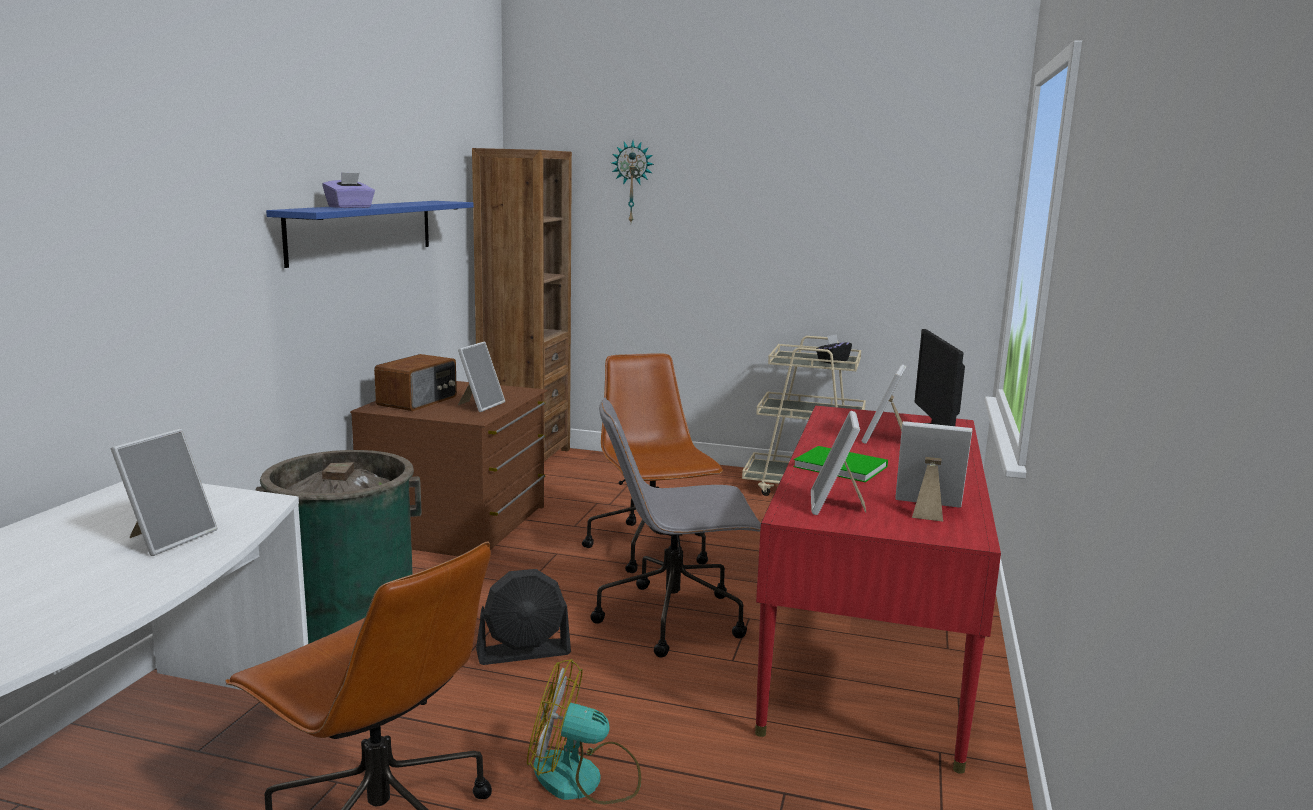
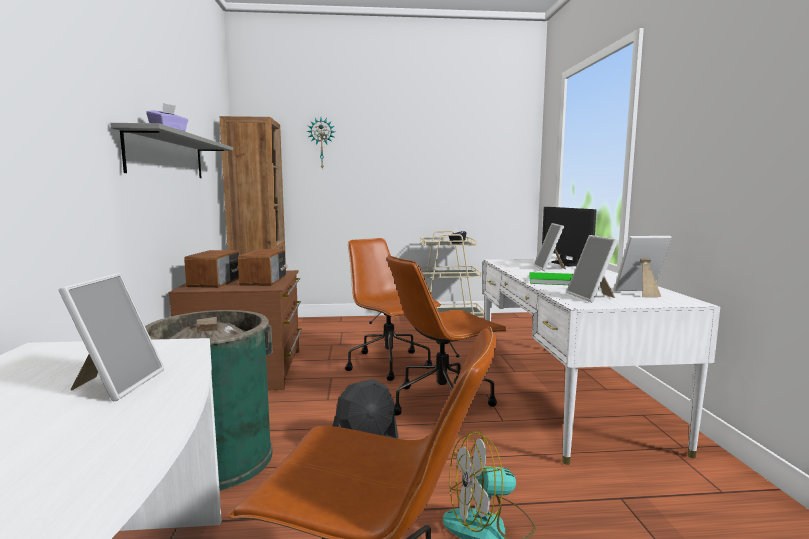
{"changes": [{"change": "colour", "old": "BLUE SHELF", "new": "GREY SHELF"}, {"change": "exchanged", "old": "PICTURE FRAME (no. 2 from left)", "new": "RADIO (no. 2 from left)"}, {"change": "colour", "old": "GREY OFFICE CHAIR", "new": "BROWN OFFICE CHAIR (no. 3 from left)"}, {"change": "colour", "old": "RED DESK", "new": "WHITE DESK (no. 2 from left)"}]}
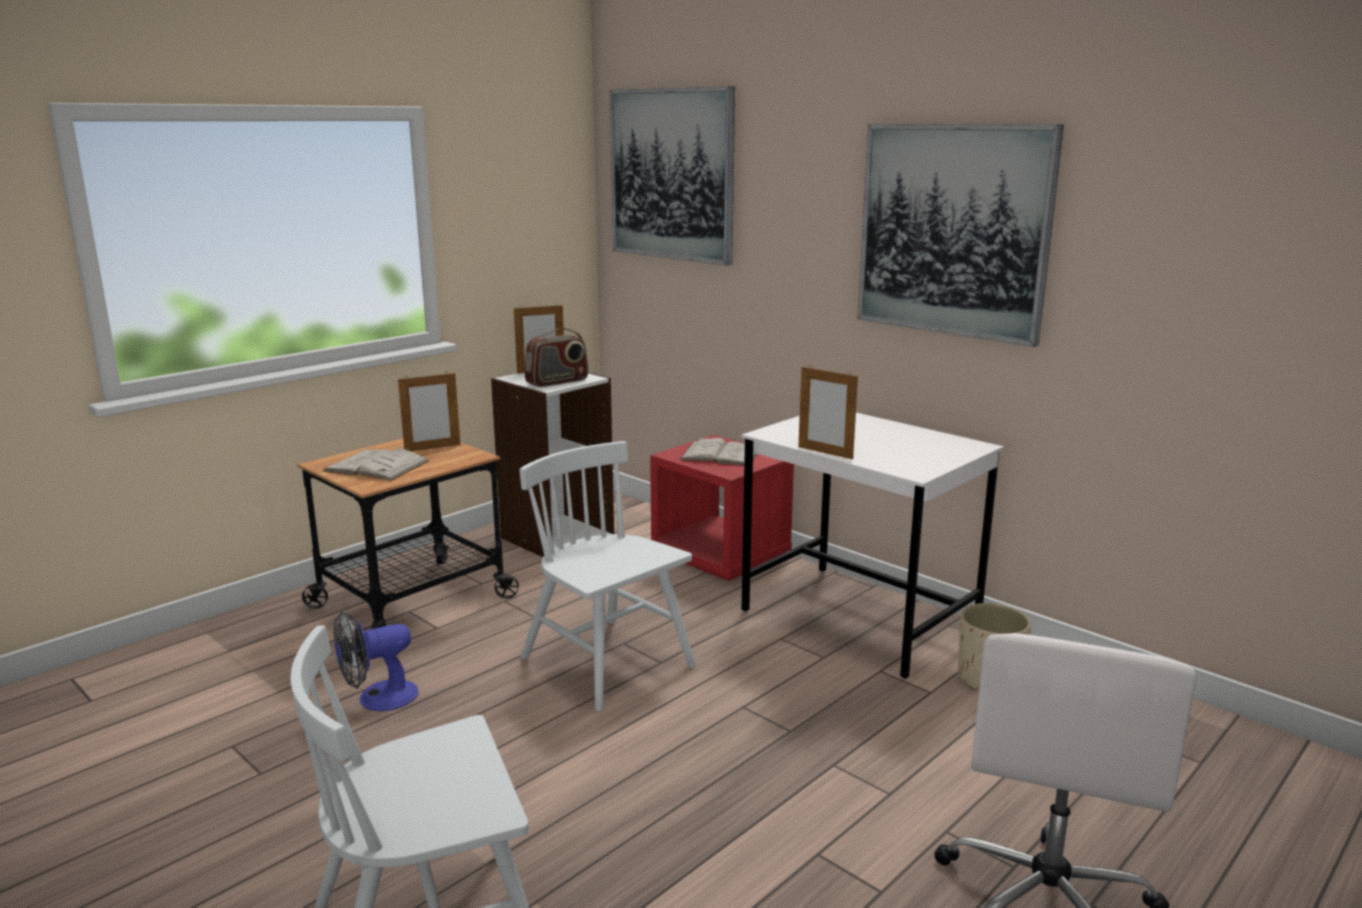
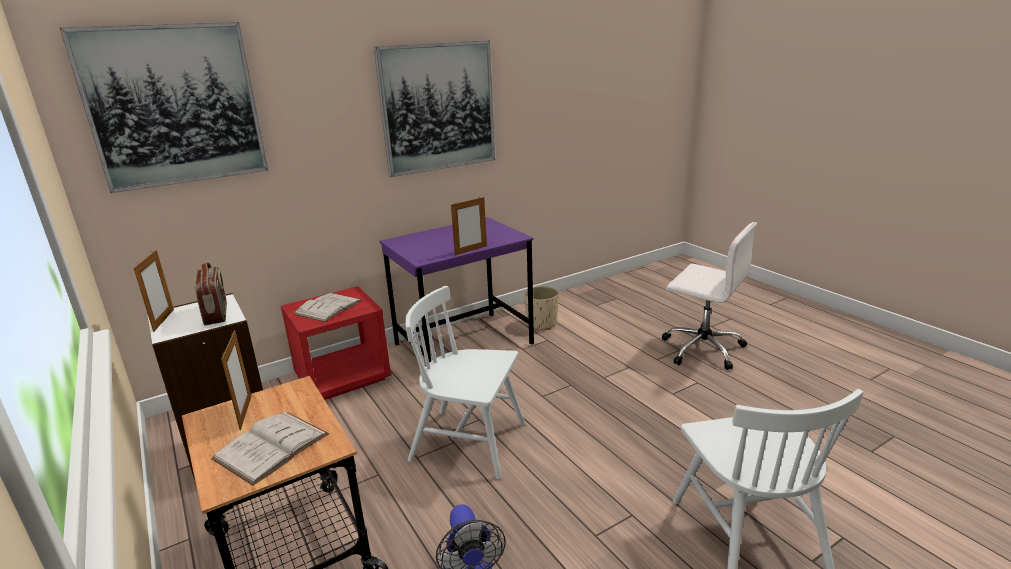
{"changes": [{"change": "spun", "old": "WHITE CHAIR (no. 2 from left in the first image)", "degrees": 45}, {"change": "colour", "old": "WHITE DESK", "new": "PURPLE DESK"}]}
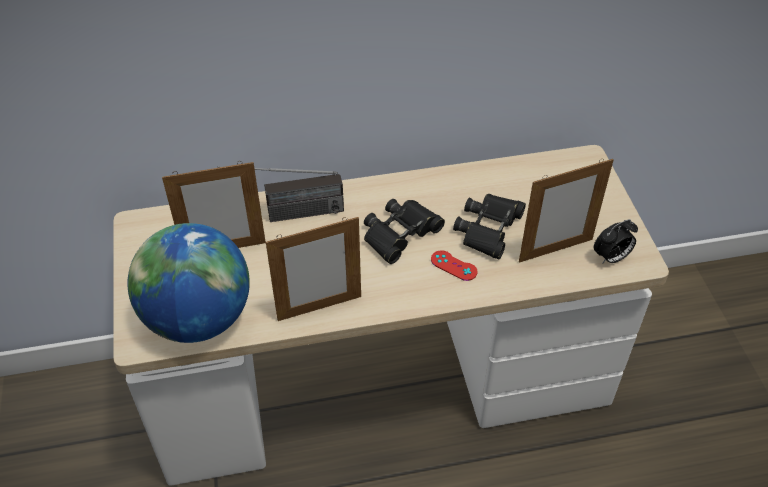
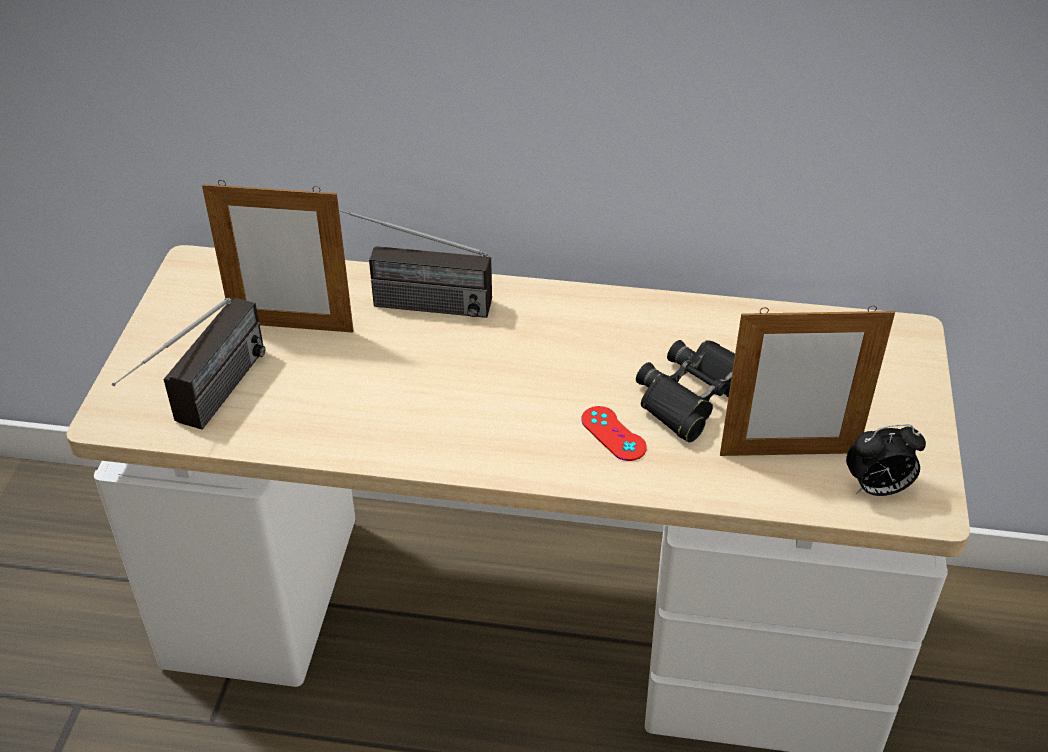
{"changes": [{"change": "exchanged", "old": "GLOBE", "new": "RADIO (no. 1 from left)"}, {"change": "missing", "old": "PICTURE FRAME (no. 2 from left)"}, {"change": "missing", "old": "BLACK BINOCULARS (no. 1 from left)"}]}
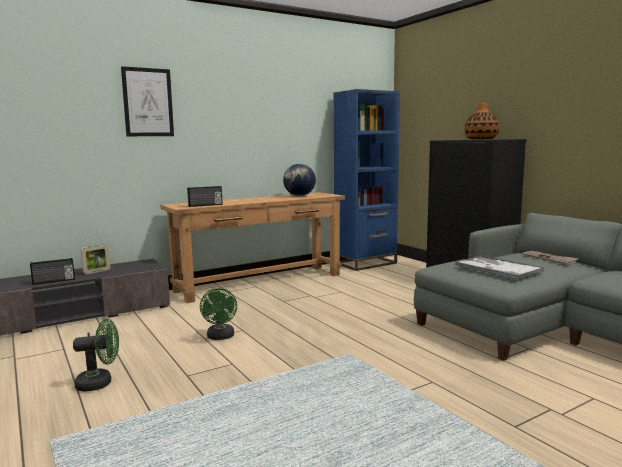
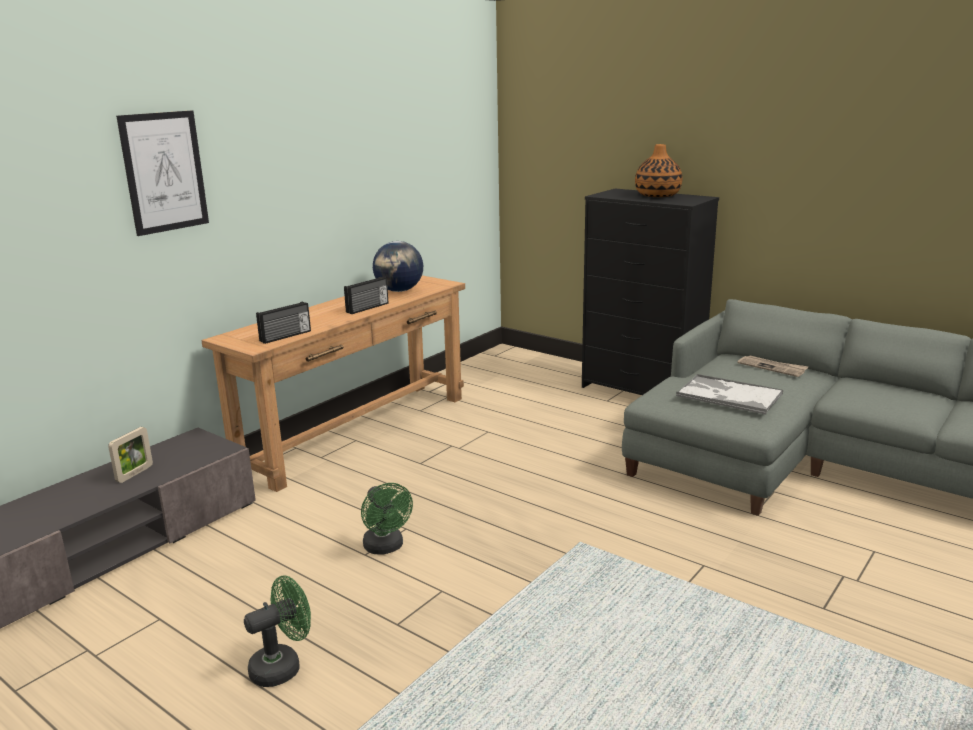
{"changes": [{"change": "relocated", "old": "RADIO (no. 1 from left in the first image)", "new": "RADIO (no. 2 from left)"}, {"change": "missing", "old": "BLUE BOOKCASE"}]}
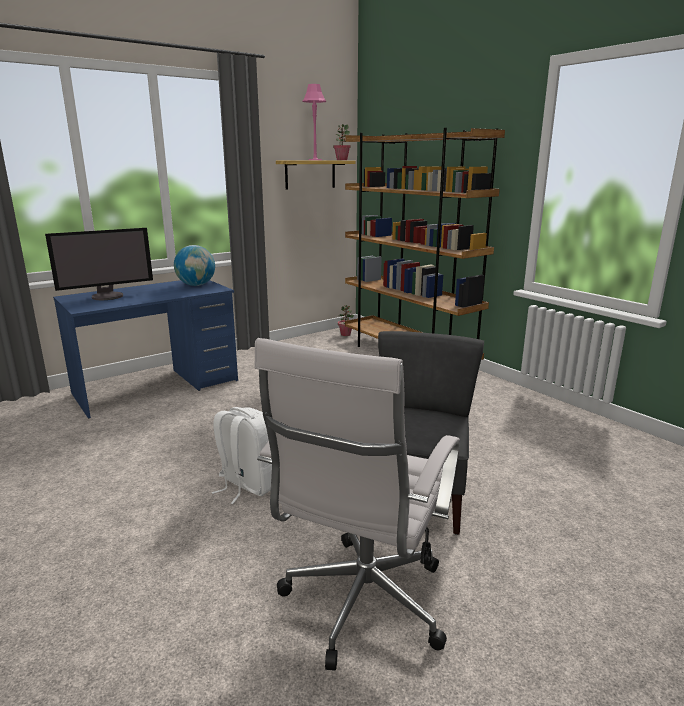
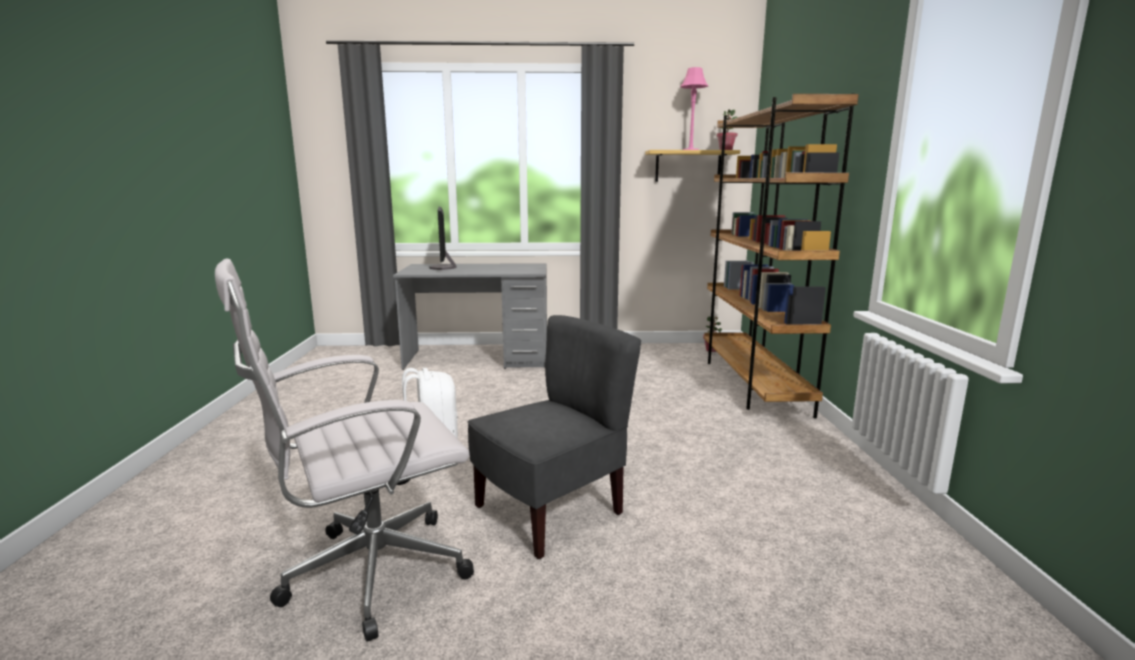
{"changes": [{"change": "spun", "old": "MONITOR", "degrees": 75}, {"change": "colour", "old": "BLUE DESK", "new": "GREY DESK"}, {"change": "missing", "old": "GLOBE"}]}
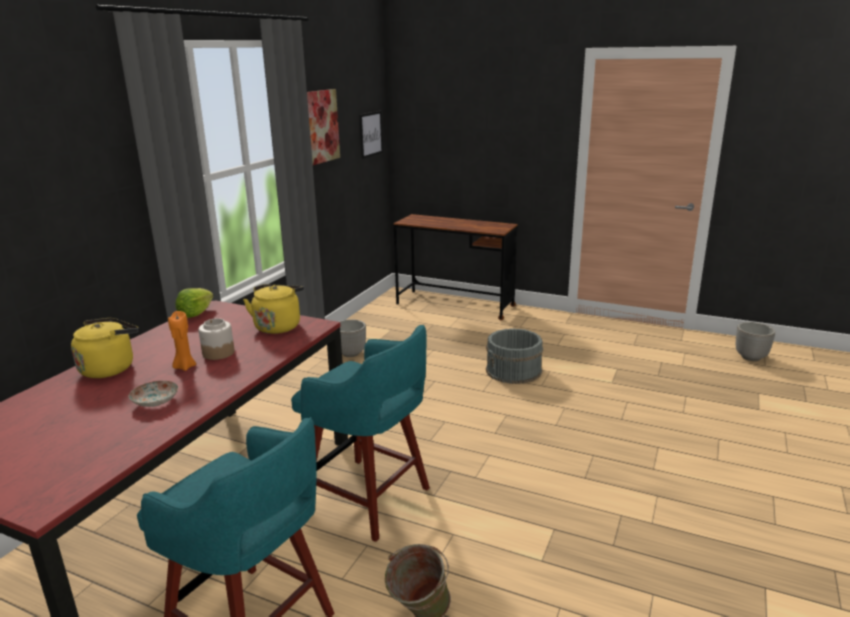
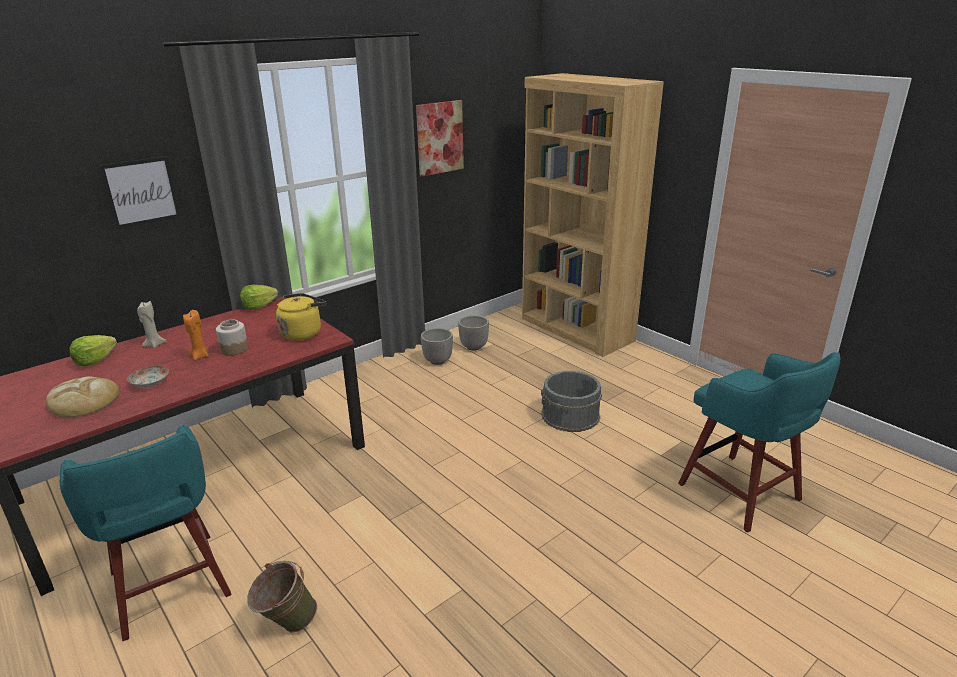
{"changes": [{"change": "exchanged", "old": "YELLOW KETTLE (no. 1 from left)", "new": "BEIGE CANDLE"}, {"change": "relocated", "old": "TURQUOISE STOOL (no. 2 from left)"}, {"change": "relocated", "old": "PICTURE (no. 2 from left in the first image)", "new": "PICTURE (no. 1 from left)"}, {"change": "exchanged", "old": "BROWN DESK", "new": "BROWN BOOKCASE"}, {"change": "relocated", "old": "PLANTER (no. 2 from left)"}, {"change": "appeared", "new": "BREAD"}, {"change": "appeared", "new": "LETTUCE (no. 1 from left)"}]}
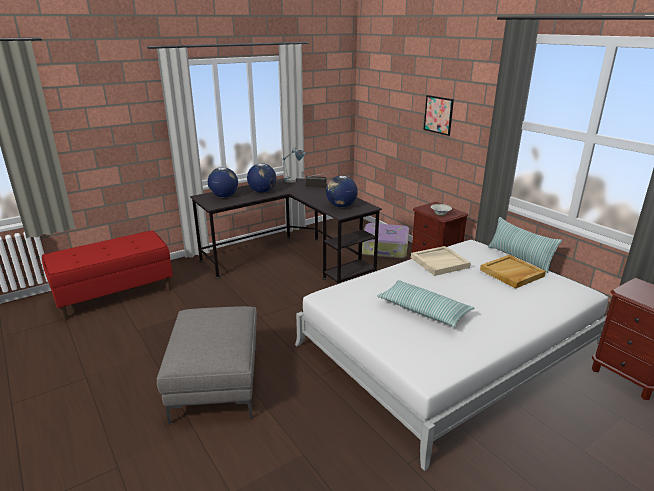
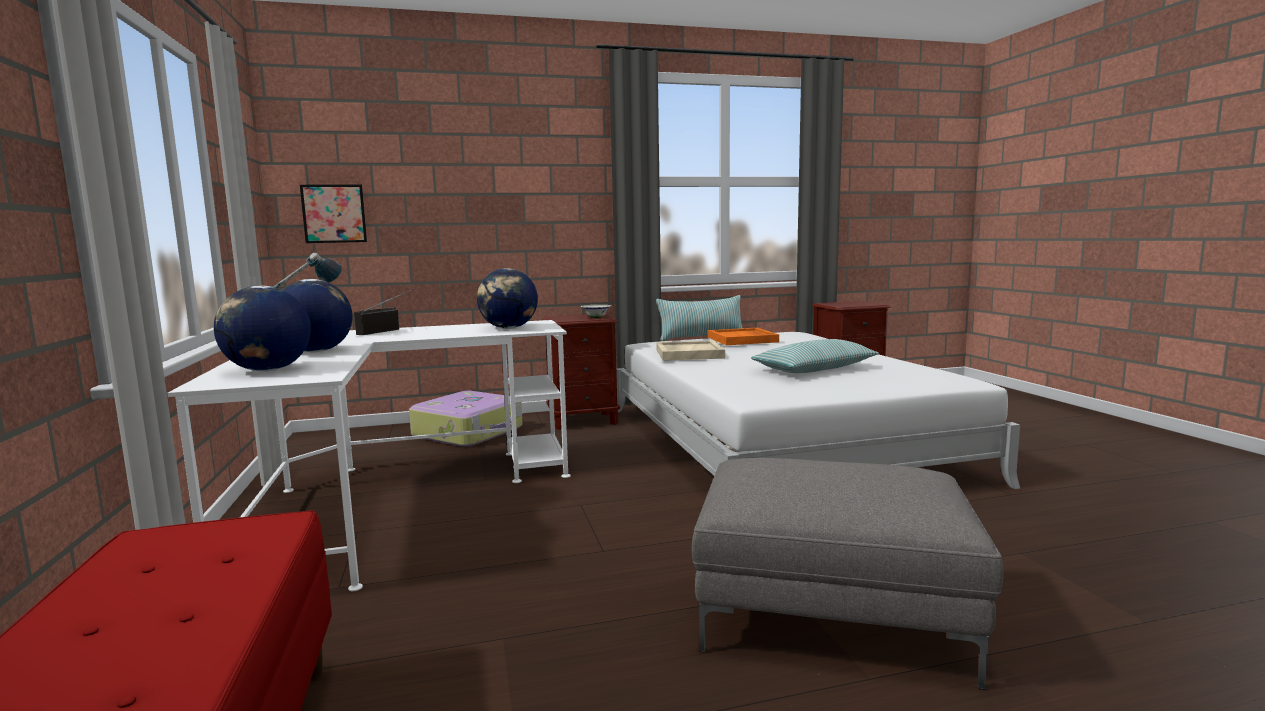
{"changes": [{"change": "colour", "old": "BLACK DESK", "new": "WHITE DESK"}, {"change": "relocated", "old": "PICTURE"}, {"change": "colour", "old": "BEIGE TRAY (no. 2 from left)", "new": "ORANGE TRAY"}]}
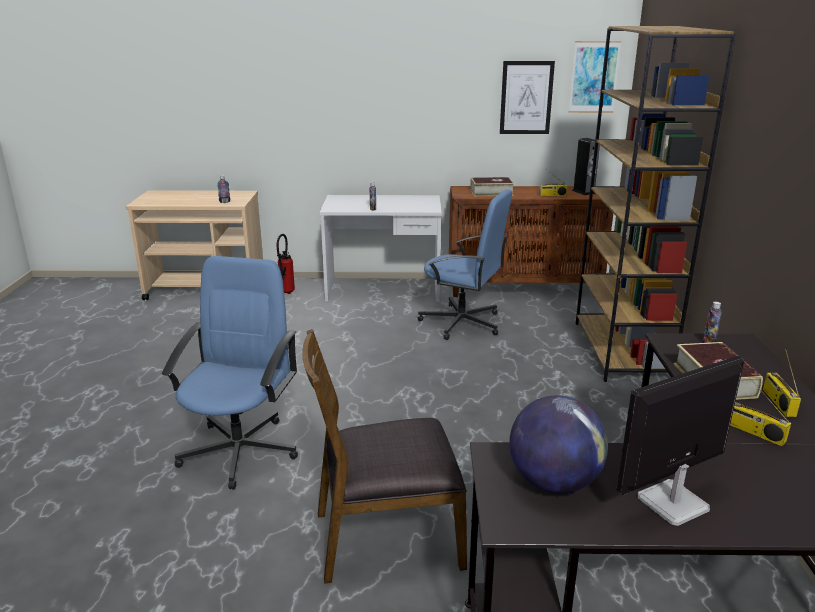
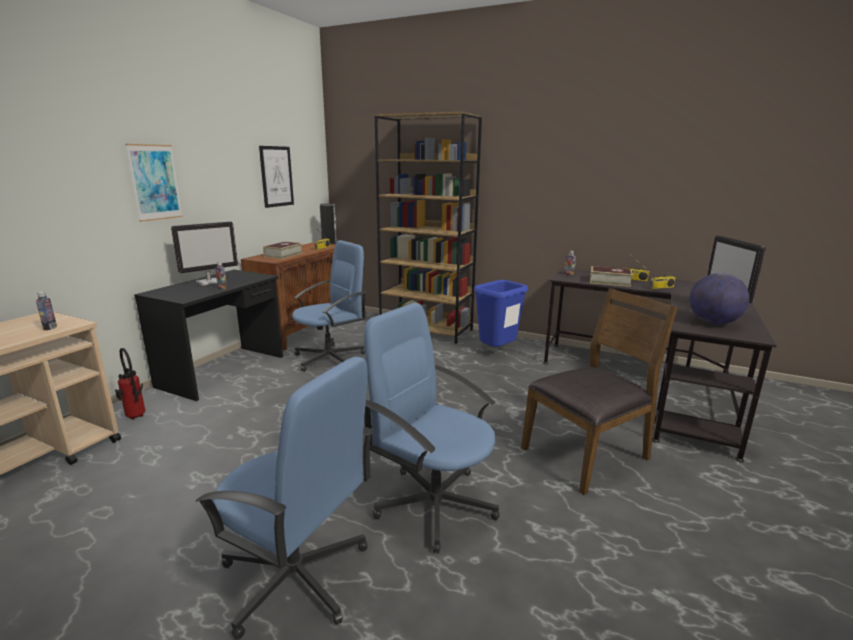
{"changes": [{"change": "spun", "old": "BROWN CHAIR", "degrees": -135}, {"change": "colour", "old": "WHITE DESK", "new": "BLACK DESK (no. 1 from left)"}, {"change": "relocated", "old": "PICTURE (no. 2 from left in the first image)", "new": "PICTURE (no. 1 from left)"}, {"change": "appeared", "new": "MONITOR (no. 1 from left)"}, {"change": "appeared", "new": "BLUE OFFICE CHAIR (no. 1 from left)"}, {"change": "appeared", "new": "BLUE TRASH CAN"}]}
